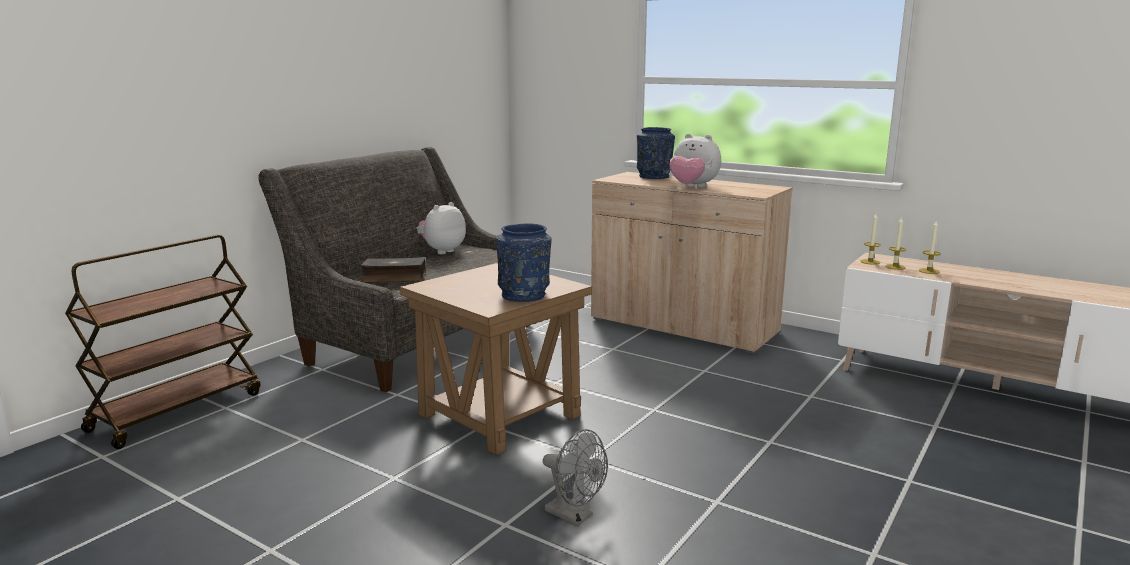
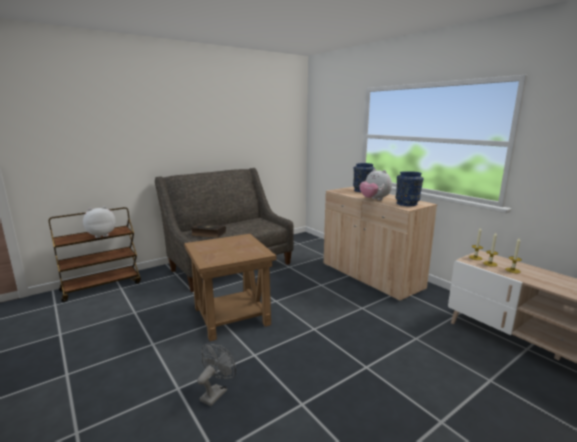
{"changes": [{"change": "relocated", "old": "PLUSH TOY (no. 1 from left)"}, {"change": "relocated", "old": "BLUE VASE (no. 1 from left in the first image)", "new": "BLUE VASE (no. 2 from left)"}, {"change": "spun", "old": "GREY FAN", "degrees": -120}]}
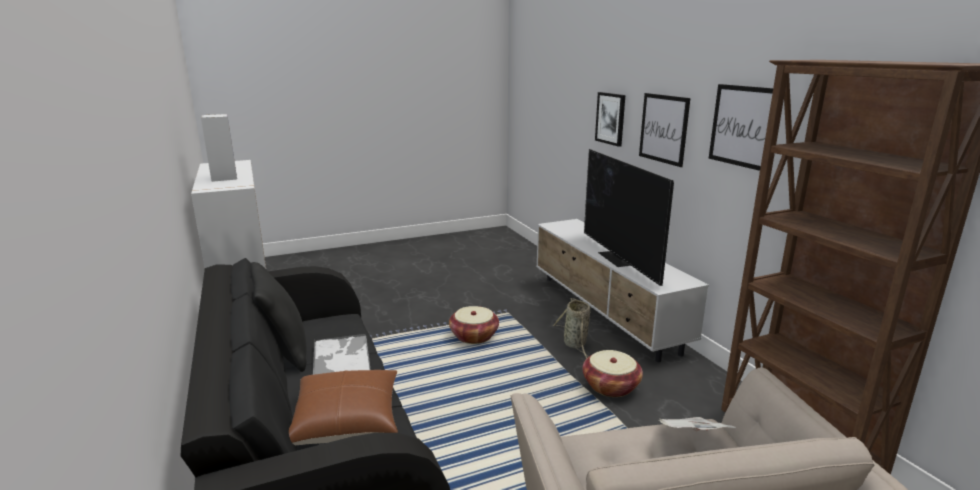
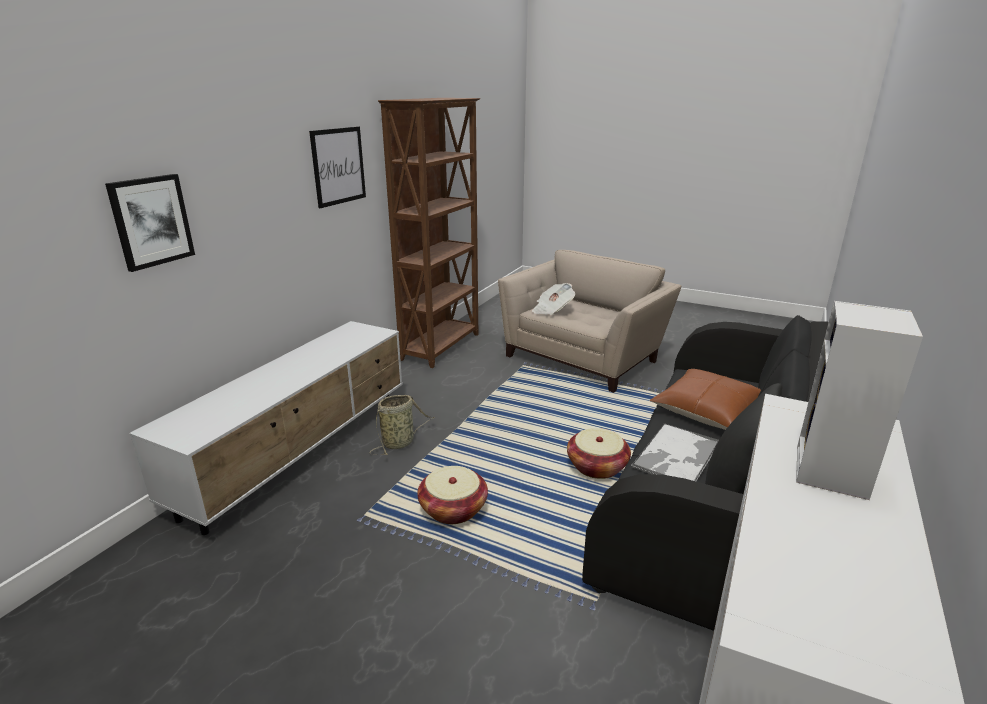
{"changes": [{"change": "relocated", "old": "BASKET (no. 3 from left)"}, {"change": "missing", "old": "TELEVISION"}, {"change": "missing", "old": "PICTURE (no. 2 from left)"}]}
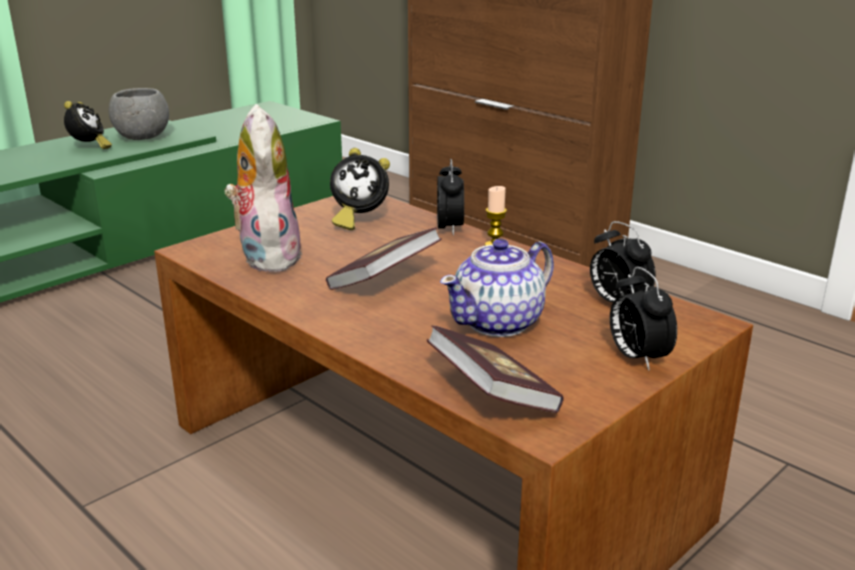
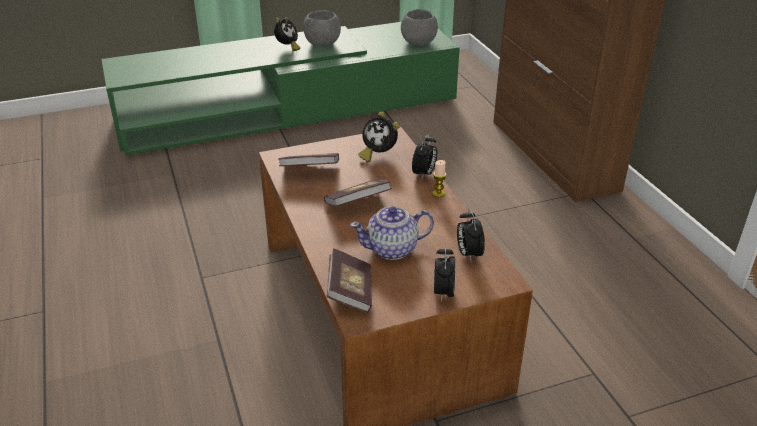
{"changes": [{"change": "exchanged", "old": "PLUSH TOY", "new": "BOOK (no. 1 from left)"}, {"change": "appeared", "new": "GREY BOWL (no. 2 from left)"}]}
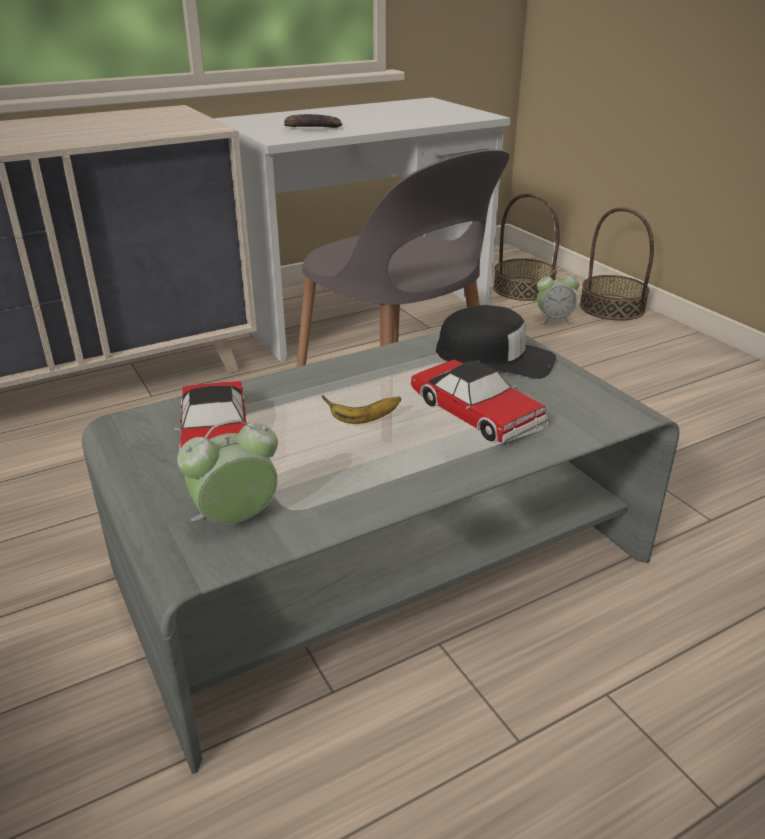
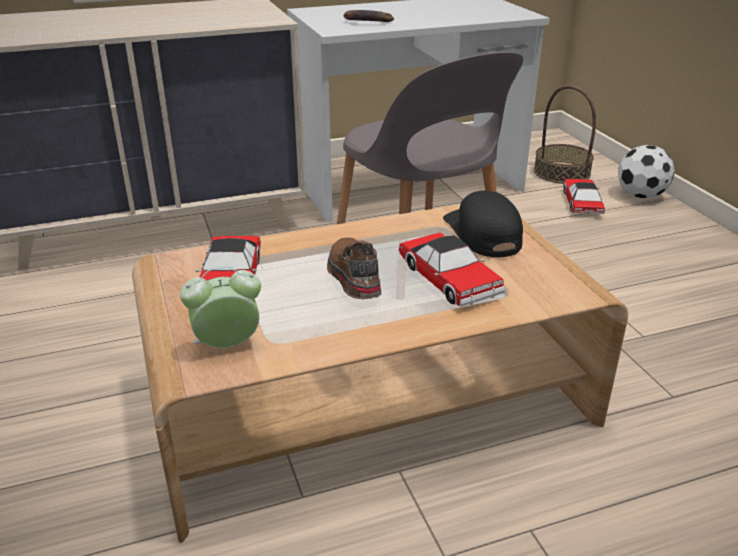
{"changes": [{"change": "colour", "old": "GREY COFFEE TABLE", "new": "BROWN COFFEE TABLE"}, {"change": "exchanged", "old": "BANANA (no. 2 from left)", "new": "BROWN SHOE"}, {"change": "spun", "old": "BLACK CAP", "degrees": -135}, {"change": "exchanged", "old": "ALARM CLOCK (no. 2 from left)", "new": "TOY CAR (no. 3 from left)"}, {"change": "exchanged", "old": "BASKET (no. 2 from left)", "new": "FOOTBALL"}]}
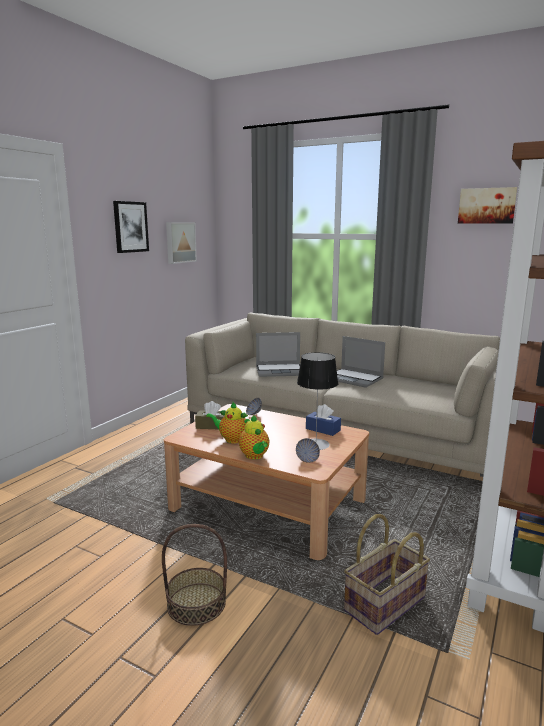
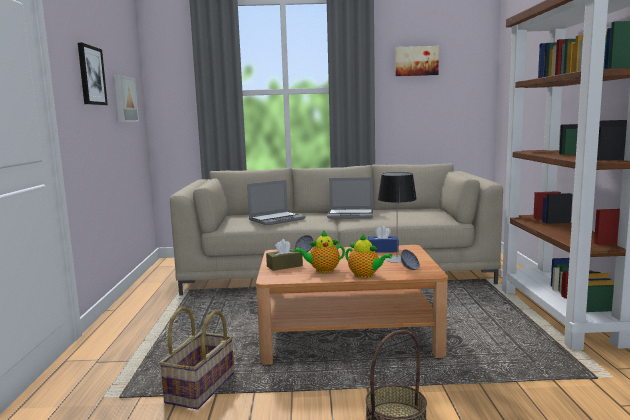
{"changes": [{"change": "relocated", "old": "BASKET (no. 2 from left in the first image)", "new": "BASKET (no. 1 from left)"}]}
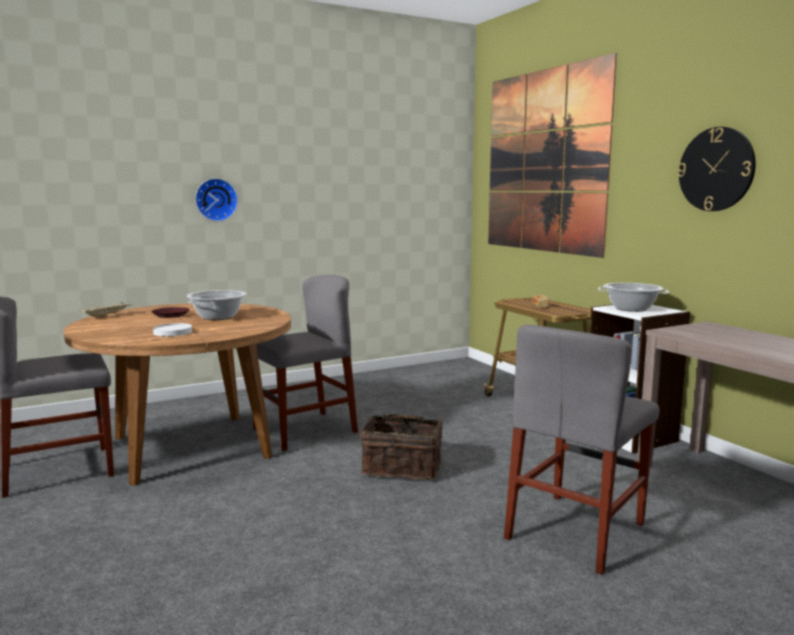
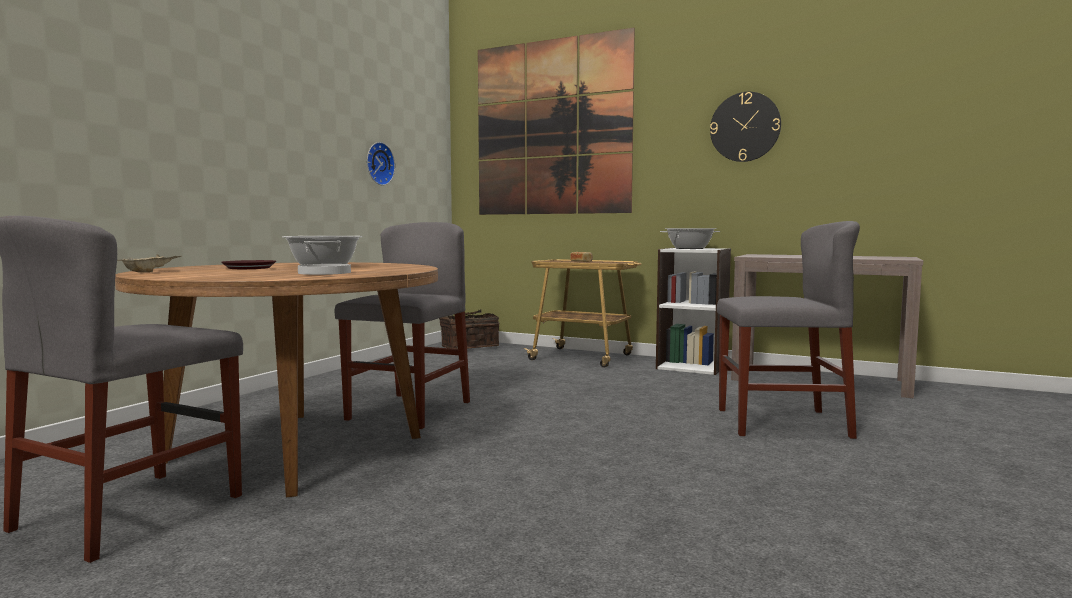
{"changes": [{"change": "relocated", "old": "WALL CLOCK (no. 1 from left)"}, {"change": "relocated", "old": "BASKET"}, {"change": "spun", "old": "GREY CHAIR (no. 3 from left)", "degrees": -90}]}
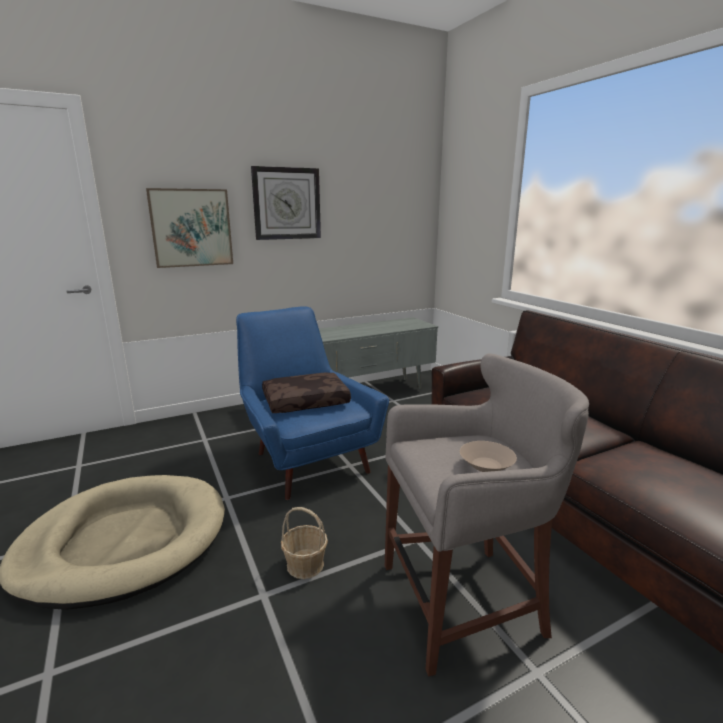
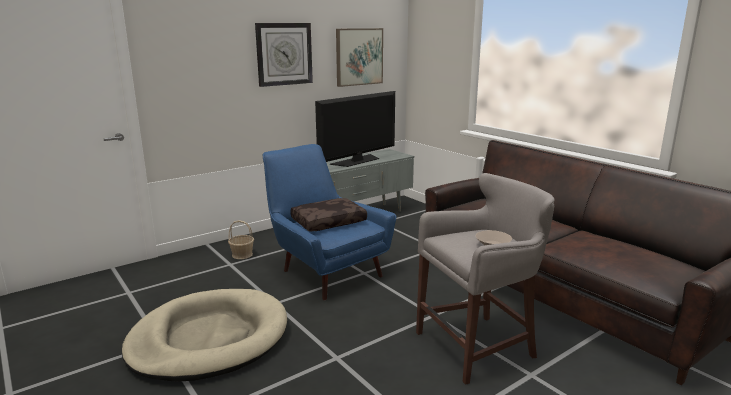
{"changes": [{"change": "relocated", "old": "PICTURE"}, {"change": "relocated", "old": "BASKET"}, {"change": "appeared", "new": "TELEVISION"}]}
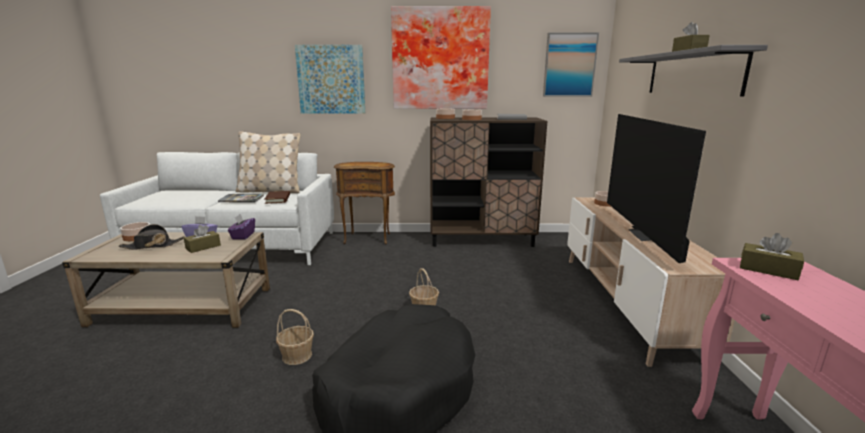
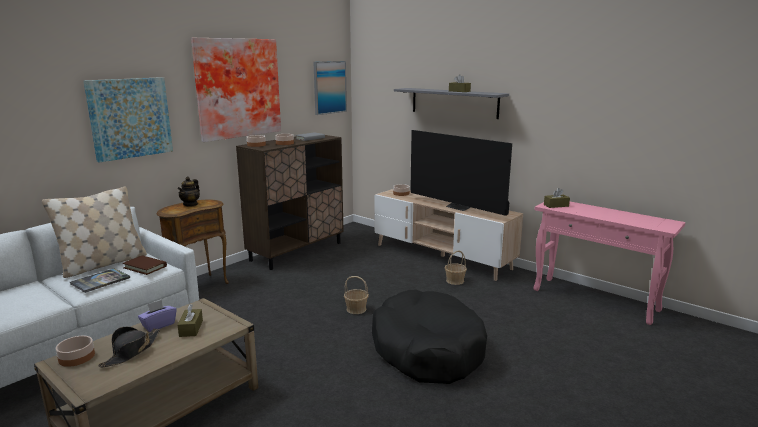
{"changes": [{"change": "missing", "old": "PURPLE TISSUE BOX (no. 2 from left)"}, {"change": "relocated", "old": "BASKET (no. 1 from left in the first image)", "new": "BASKET (no. 2 from left)"}, {"change": "appeared", "new": "TEAPOT"}]}
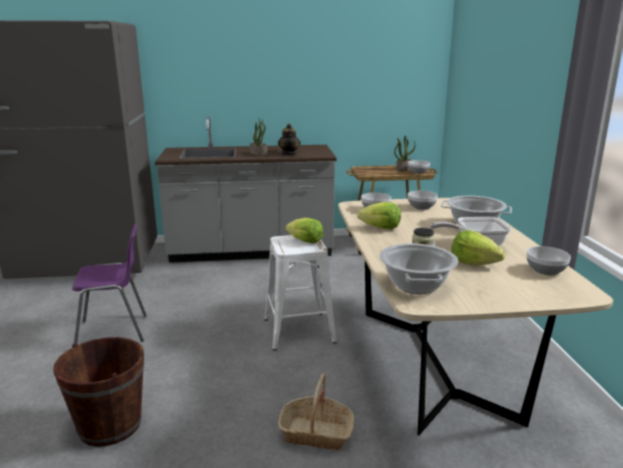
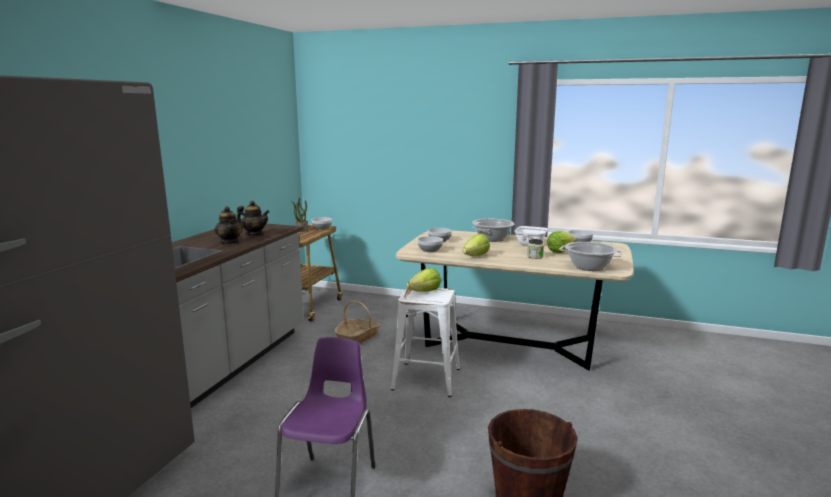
{"changes": [{"change": "exchanged", "old": "POTTED PLANT (no. 1 from left)", "new": "TEAPOT (no. 1 from left)"}, {"change": "relocated", "old": "BASKET"}]}
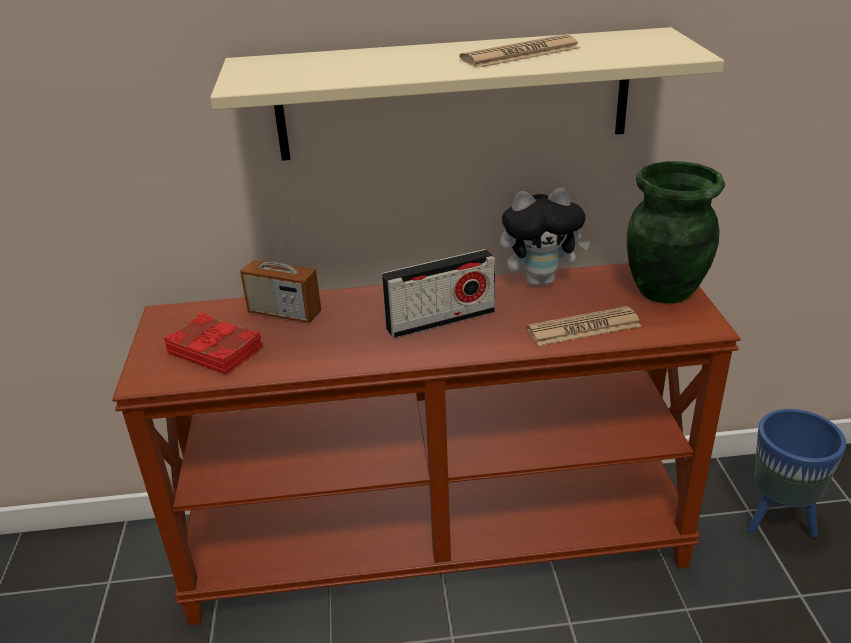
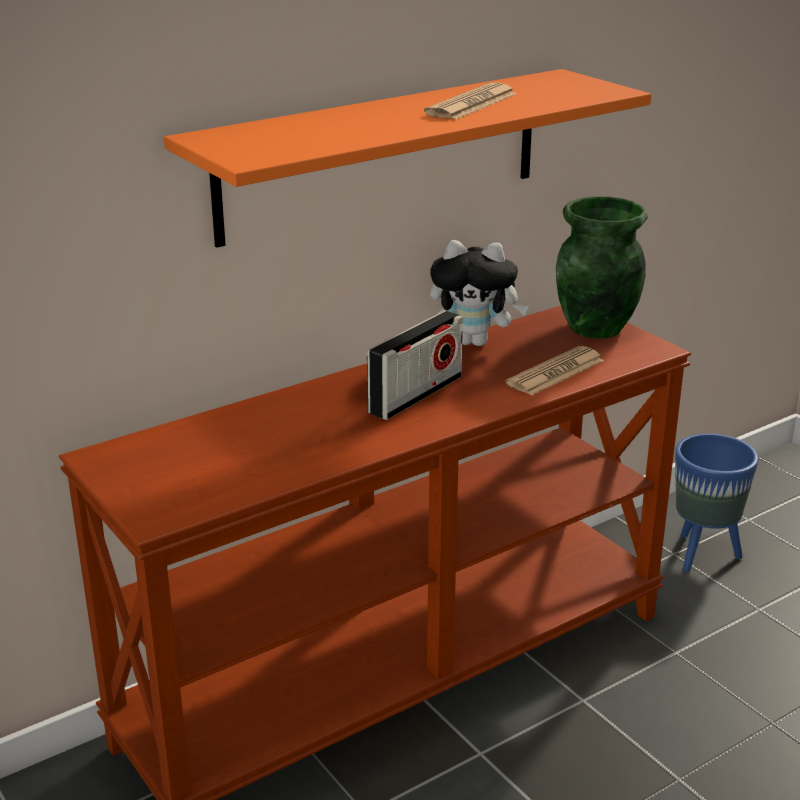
{"changes": [{"change": "missing", "old": "RED BOOK"}, {"change": "colour", "old": "BEIGE SHELF", "new": "ORANGE SHELF"}, {"change": "missing", "old": "RADIO (no. 1 from left)"}, {"change": "spun", "old": "PLUSH TOY", "degrees": 45}]}
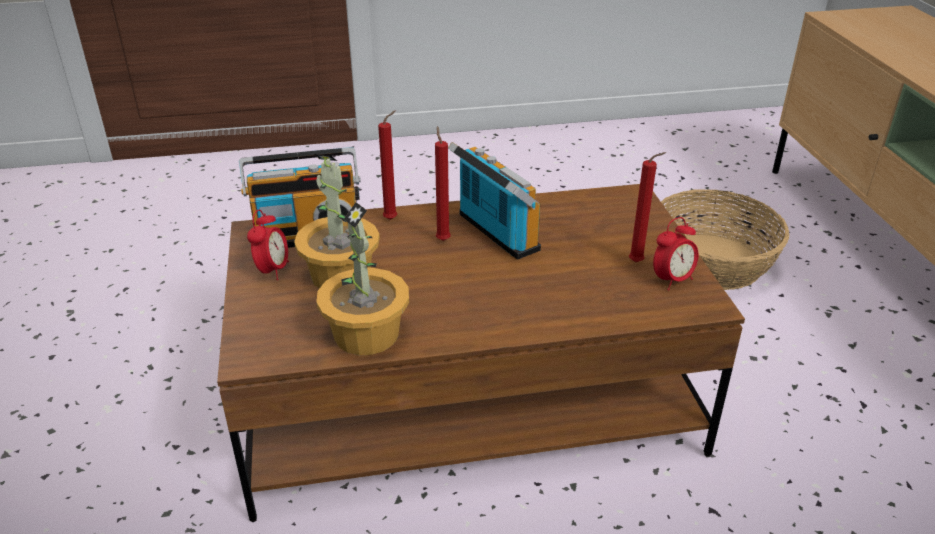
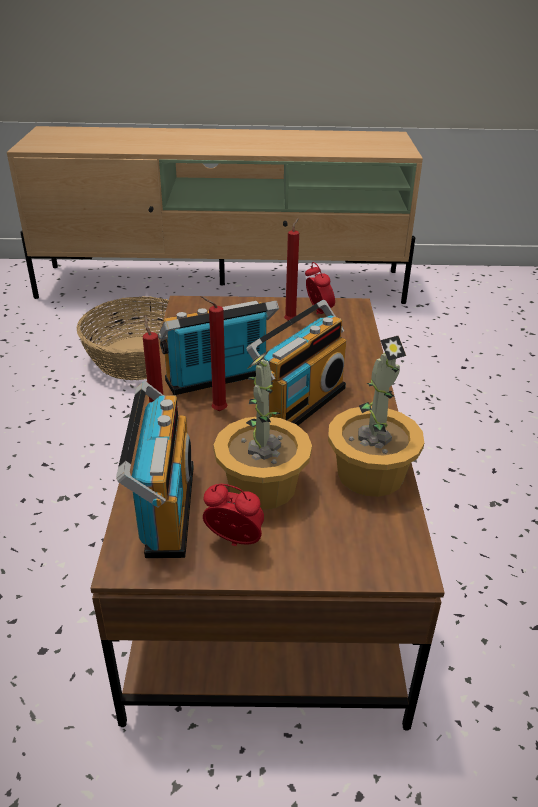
{"changes": [{"change": "appeared", "new": "RADIO (no. 3 from left)"}]}
